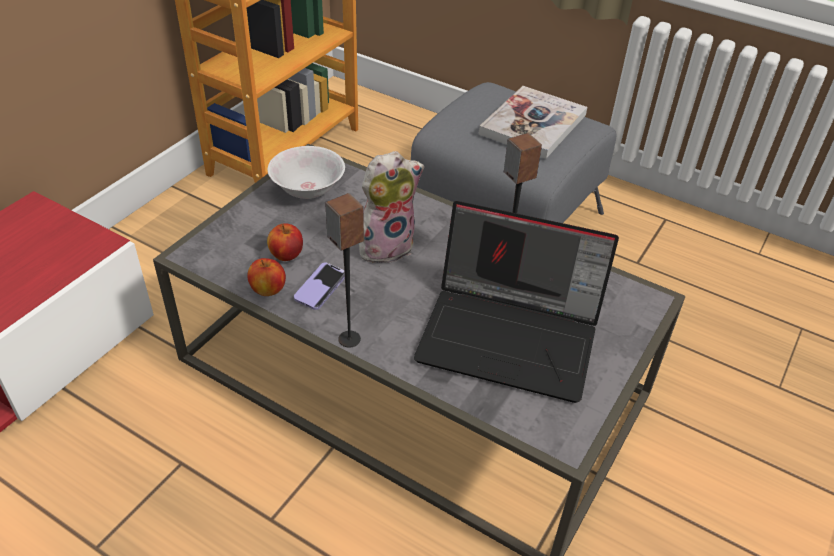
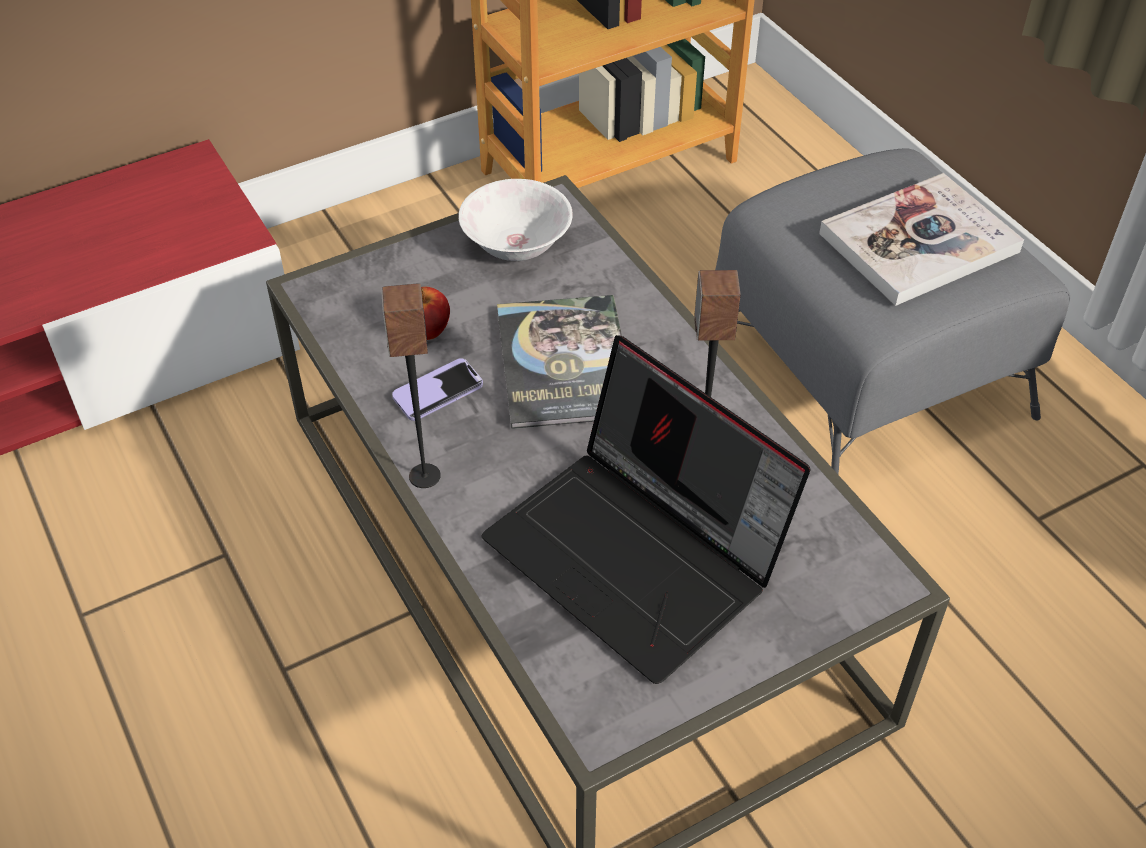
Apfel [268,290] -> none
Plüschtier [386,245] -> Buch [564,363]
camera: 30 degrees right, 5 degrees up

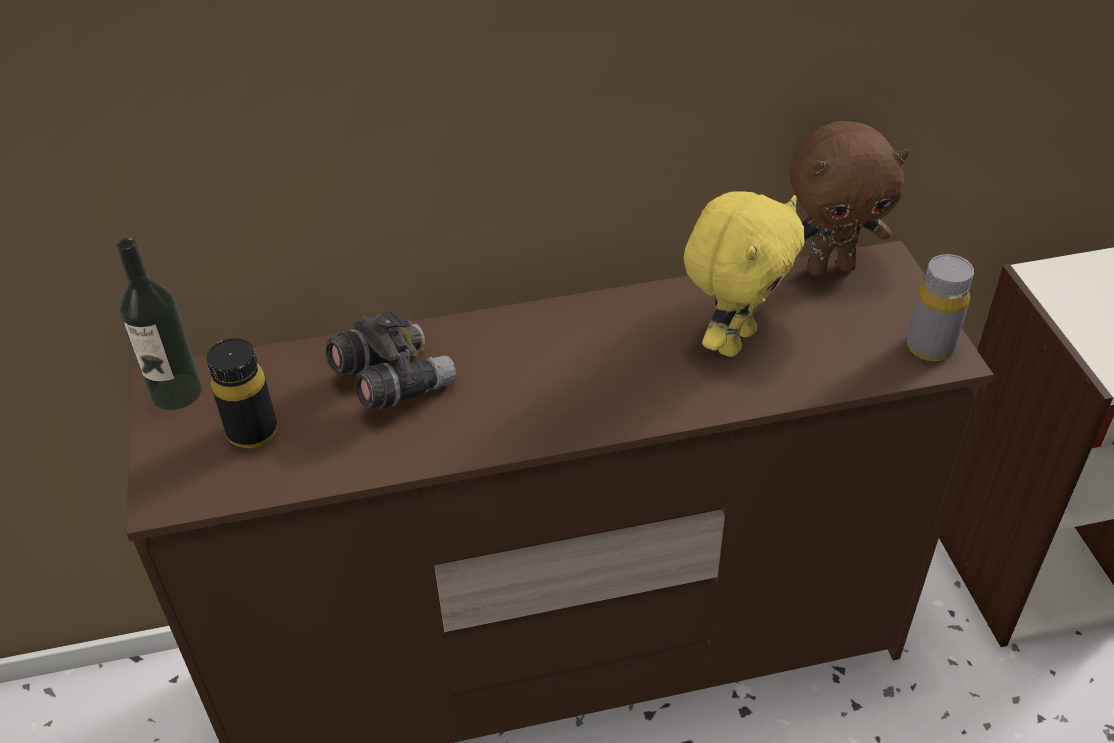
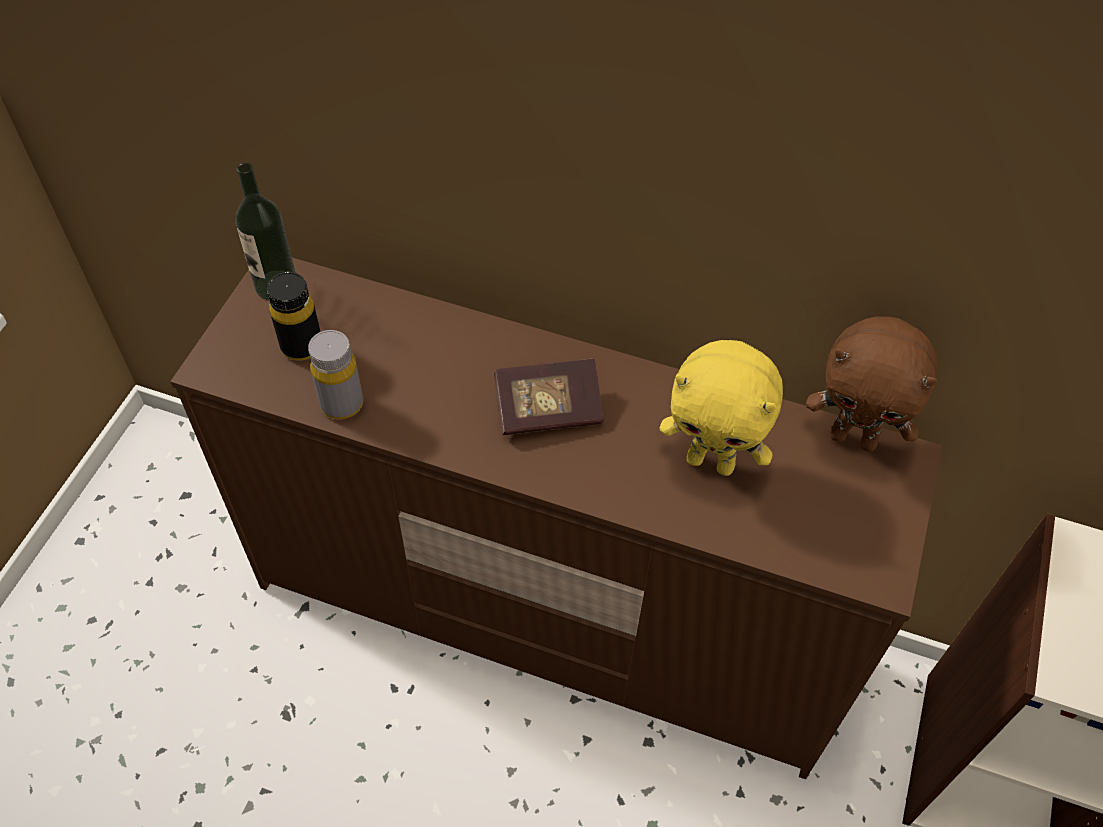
Fernglas [grau] [392,382] -> none
Plüschtier [gelb] [733,340] -> Plüschtier [gelb] [711,461], 45 degrees clockwise
Flasche [grau] [930,347] -> Flasche [grau] [342,404], move
none -> Buch [548,410]
camera: 30 degrees right, 10 degrees up

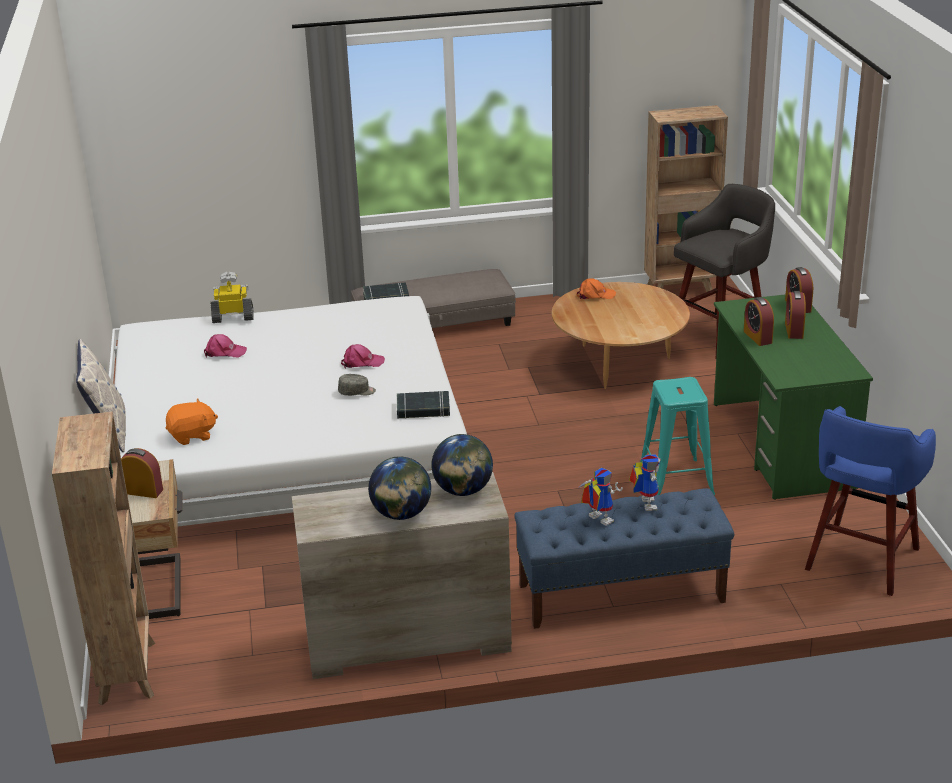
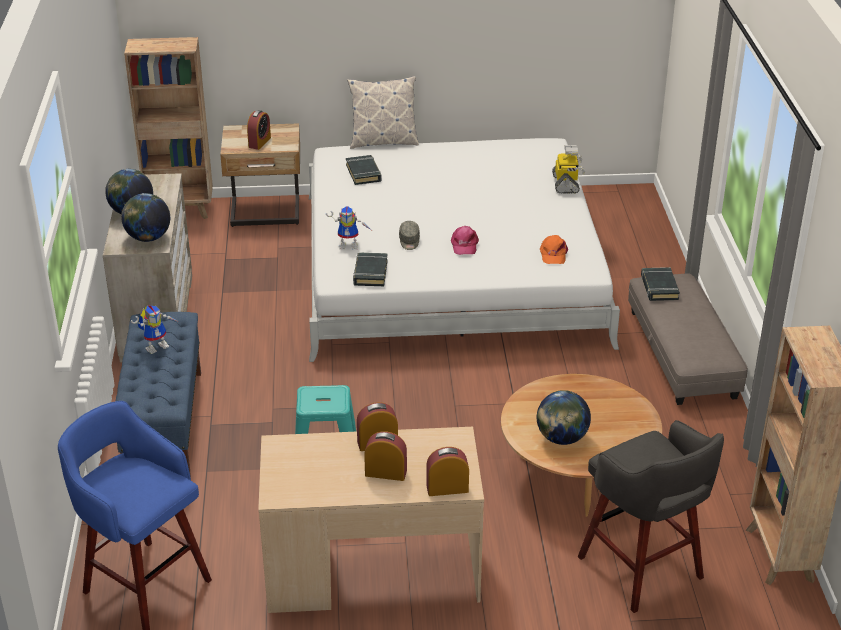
Plüschtier [orange] [192,436] -> Buch [schwarz] [363,173]
Kappe [rosa] [224,352] -> none
Kappe [orange] [595,295] -> Kappe [orange] [553,254], move
Spielzeugroboter [644,503] -> Spielzeugroboter [350,245], move
Schreibtisch [grün] [781,445] -> Schreibtisch [beige] [372,572]
none -> Globus [561,438]
camera: 95 degrees right, 5 degrees up

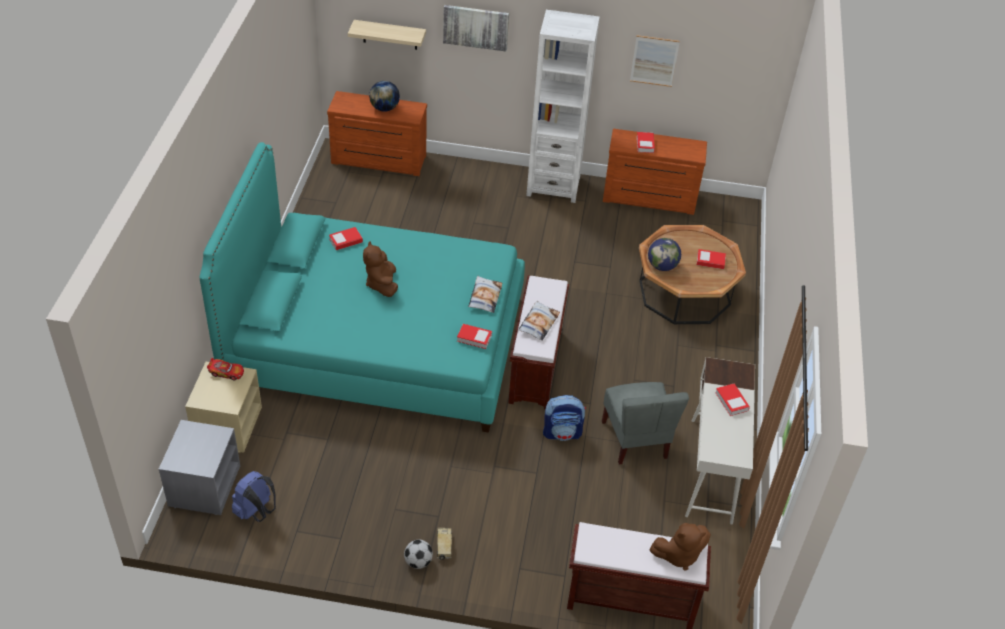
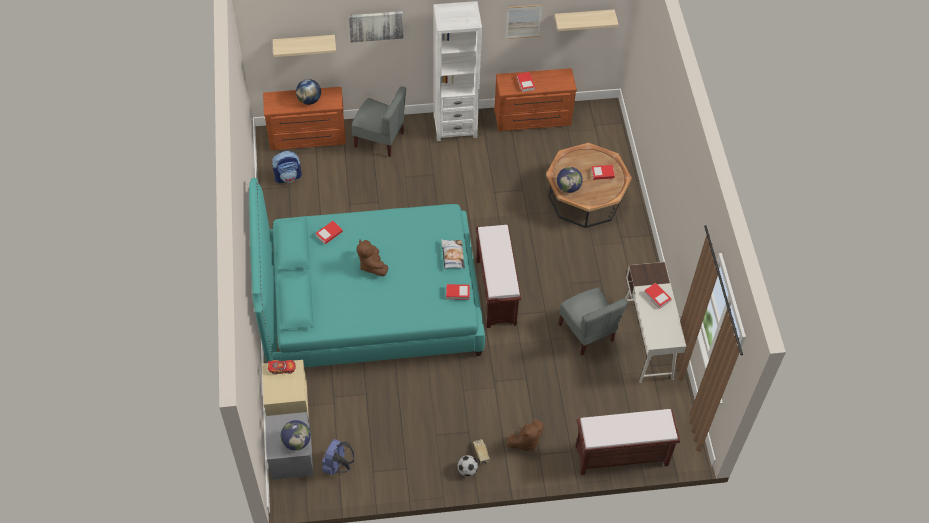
Kissen [538,323] -> none
Rucksack [562,432] -> Rucksack [288,176], move
Plüschtier [braun] [678,555] -> Plüschtier [braun] [526,442], move
none -> Globus [296,442]
none -> Stuhl [grau] [380,139]
none -> Wandregal [583,18]
camera: 15 degrees left, 10 degrees up

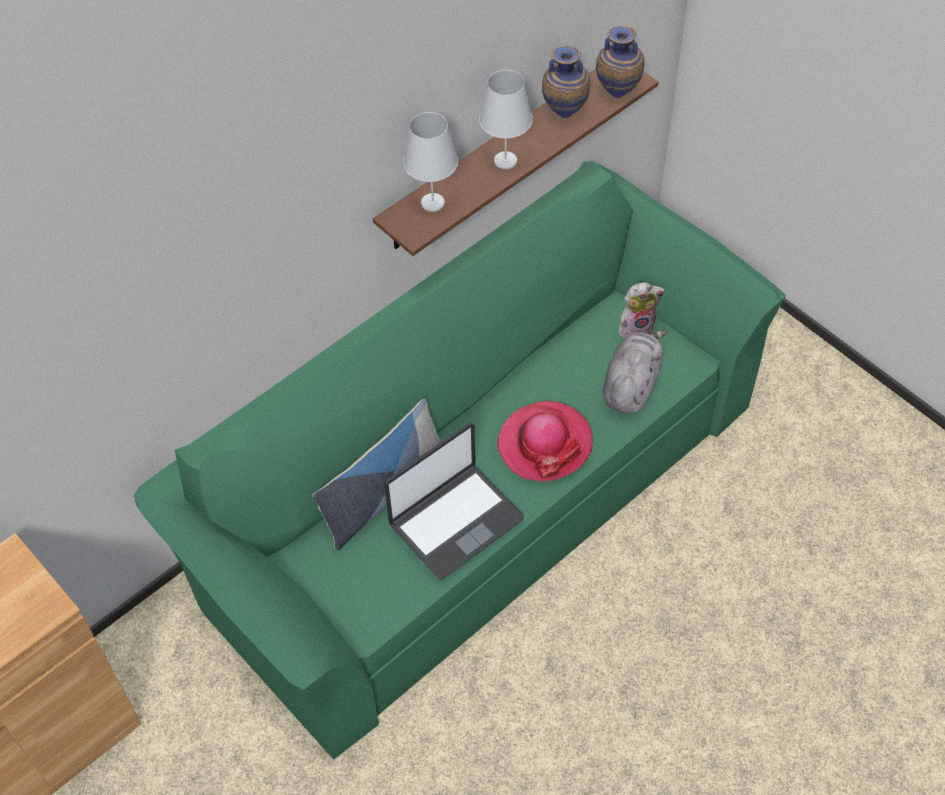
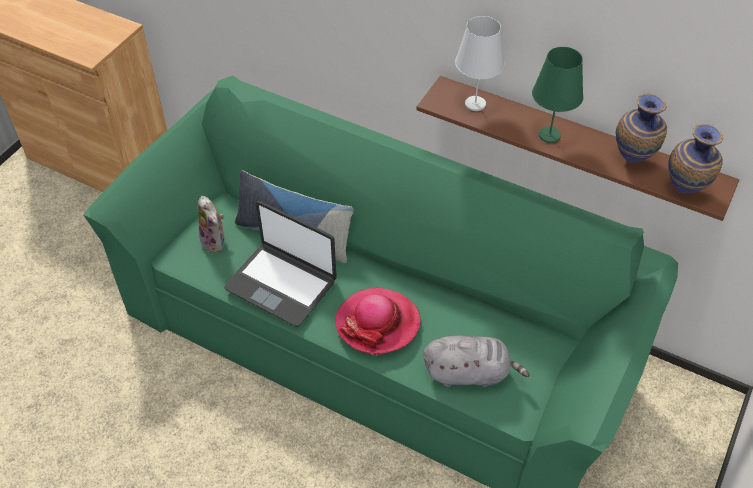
Tischlampe [weiß] [505,161] -> Tischlampe [grün] [549,135]
Plüschtier [636,327] -> Plüschtier [215,241], move
camera: 70 degrees right, 5 degrees down

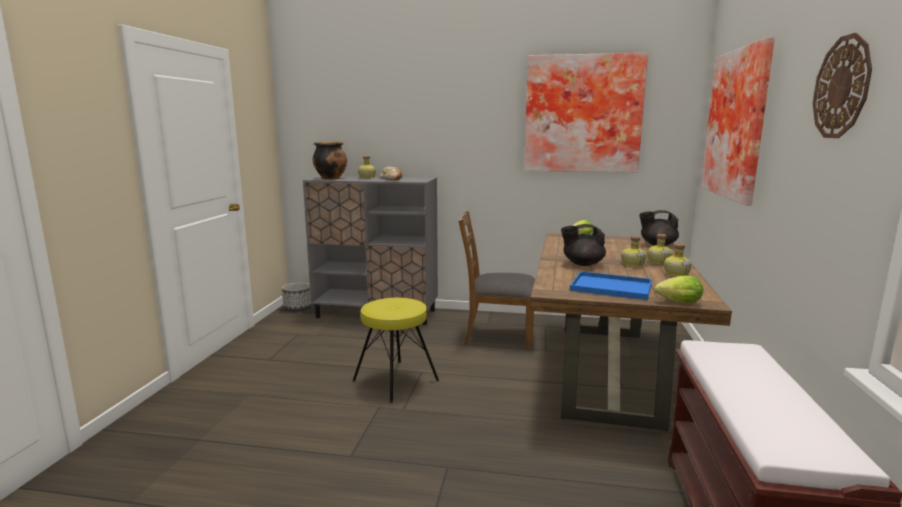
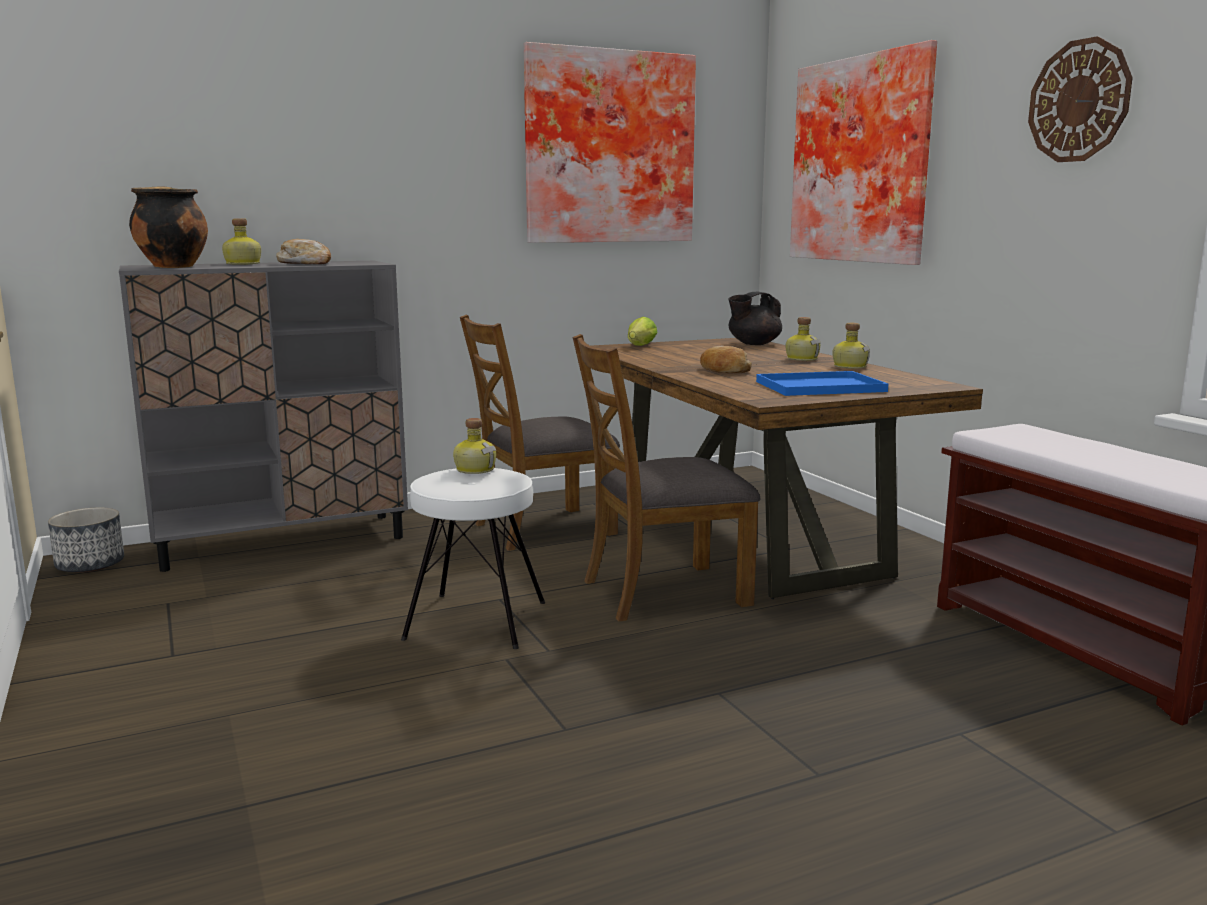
Hocker [gelb] [396,380] -> Hocker [weiß] [477,620]
Teekanne [schwarz] [582,264] -> Brot [723,370]
Flasche [633,264] -> Flasche [475,469], move
Salatkopf [676,302] -> none
none -> Stuhl [braun] [663,592]
camera: 35 degrees left, 0 degrees up

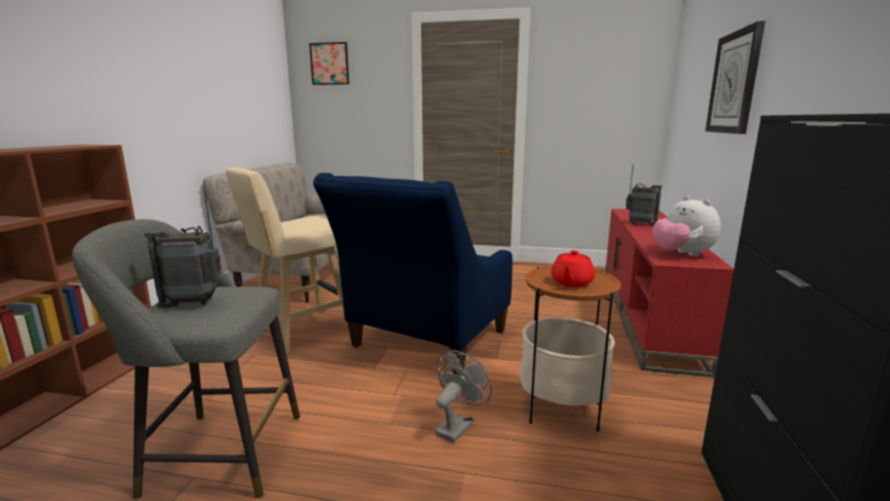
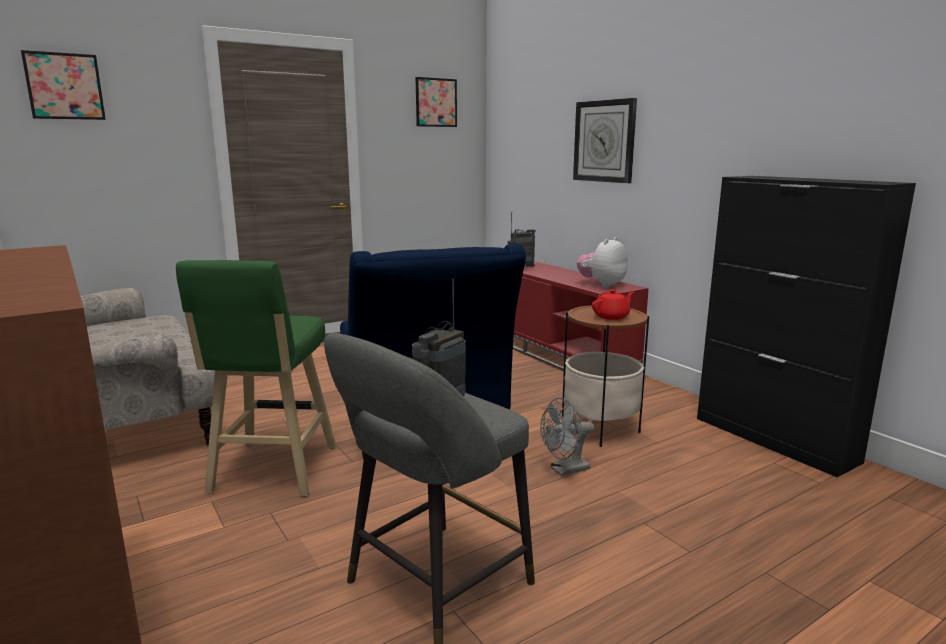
Hocker [beige] [300,331] -> Hocker [grün] [272,472]
Ventilator [grau] [458,426] -> Ventilator [grau] [565,470], 105 degrees counterclockwise
Teekanne [rot] [571,282] -> Teekanne [rot] [612,316], 105 degrees counterclockwise
Plüschtier [682,254] -> Plüschtier [602,284], 105 degrees clockwise
none -> Bild [436,102]
camera: 45 degrees left, 0 degrees up

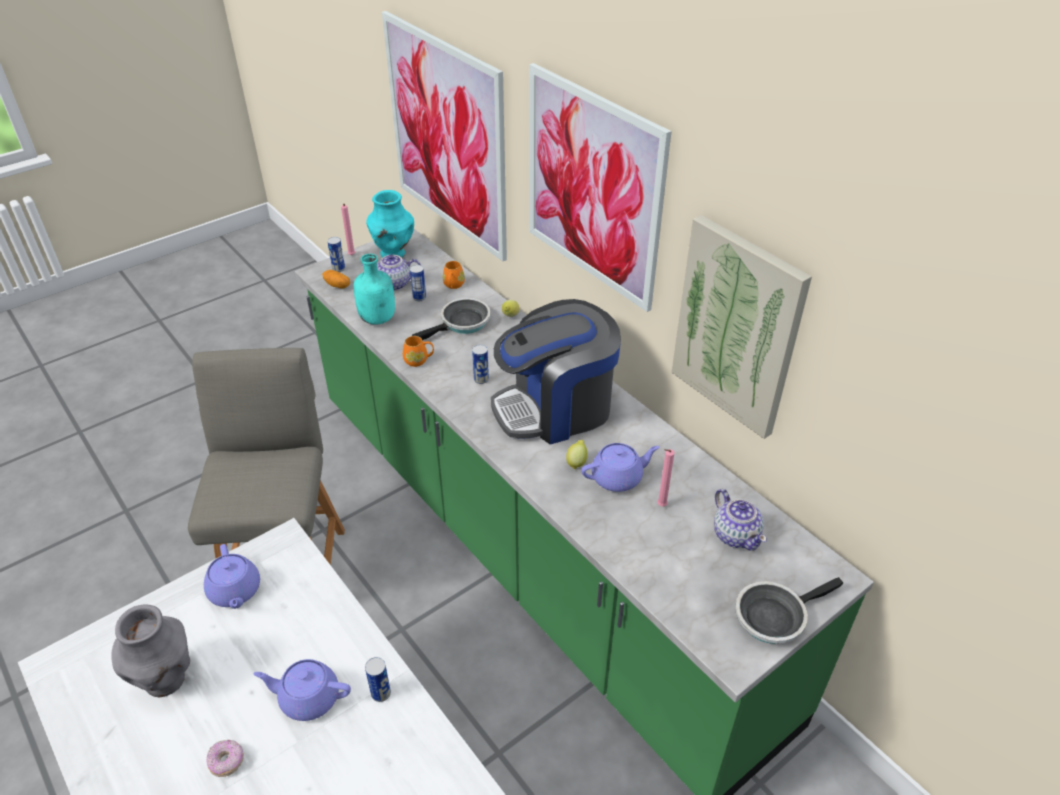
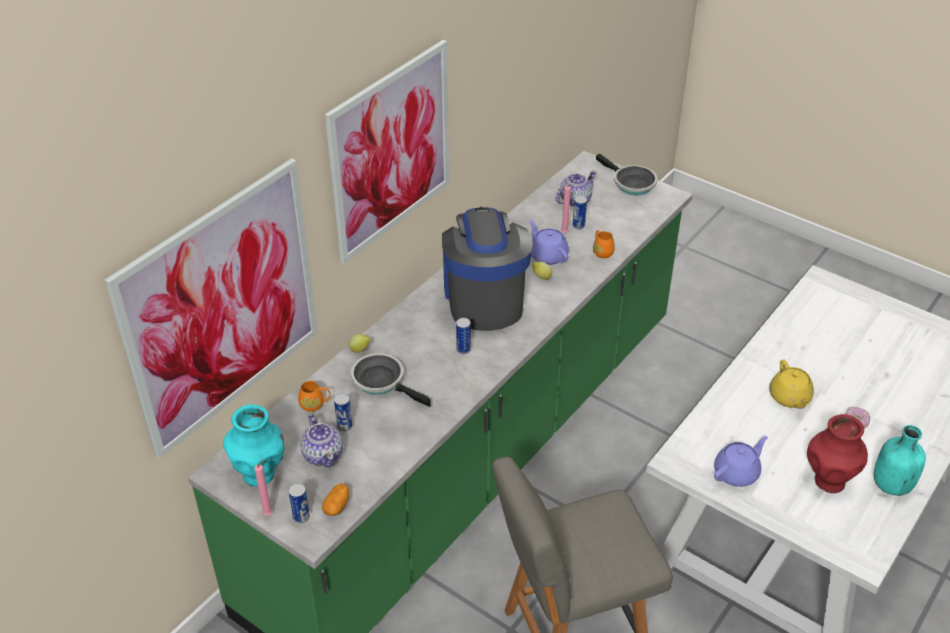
Vase [grau] [166,680] -> Vase [rot] [829,481]
Teekanne [lila] [308,698] -> Teekanne [gelb] [790,398]
Flasche [türkis] [378,318] -> Flasche [türkis] [890,485], move
Dose [381,693] -> Dose [578,225], move
Henkelbecher [orange] [419,360] -> Henkelbecher [orange] [601,251], move
Kaffeemaschine [555,408] -> Kaffeemaschine [484,298], 150 degrees counterclockwise
Bild [737,327] -> none
camera: 105 degrees left, 0 degrees up

